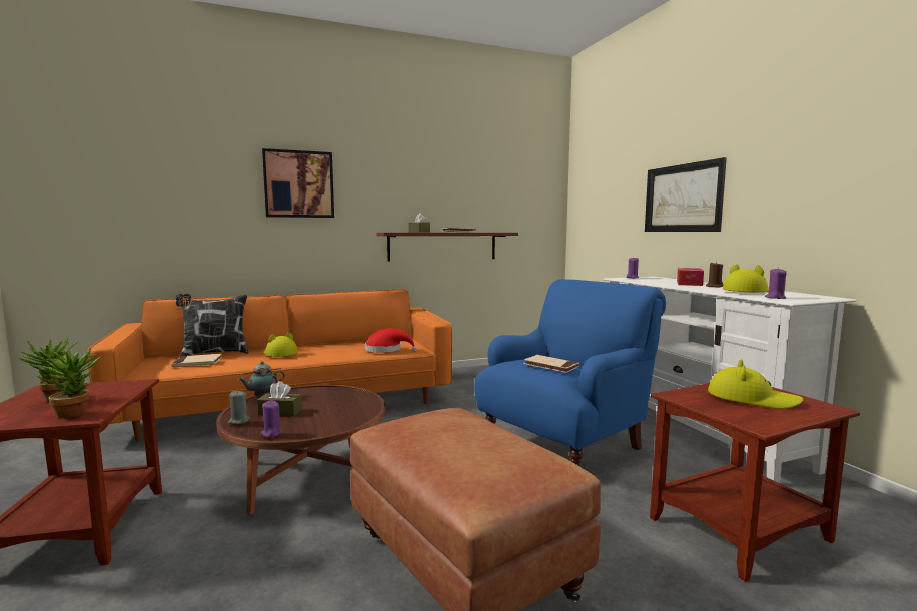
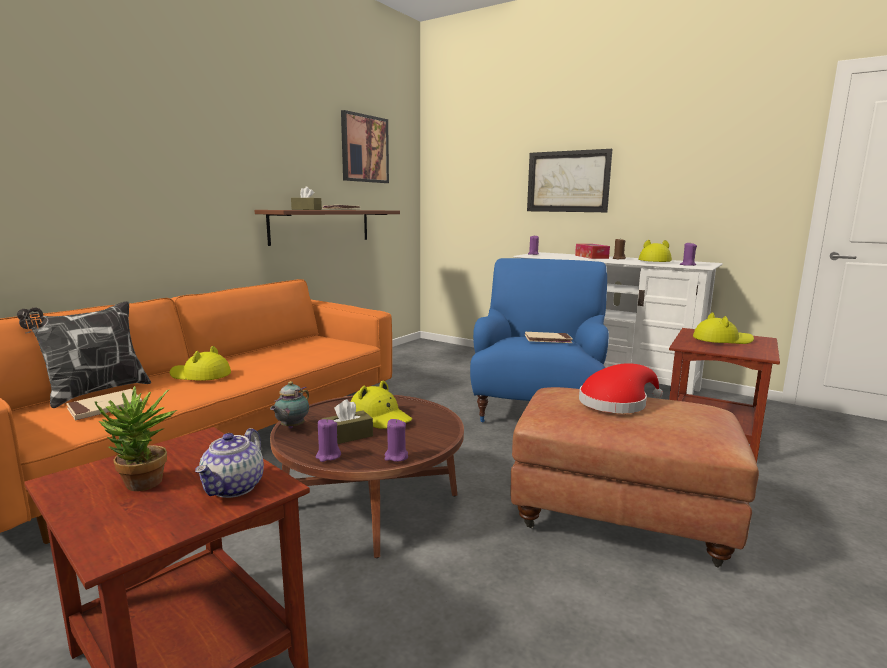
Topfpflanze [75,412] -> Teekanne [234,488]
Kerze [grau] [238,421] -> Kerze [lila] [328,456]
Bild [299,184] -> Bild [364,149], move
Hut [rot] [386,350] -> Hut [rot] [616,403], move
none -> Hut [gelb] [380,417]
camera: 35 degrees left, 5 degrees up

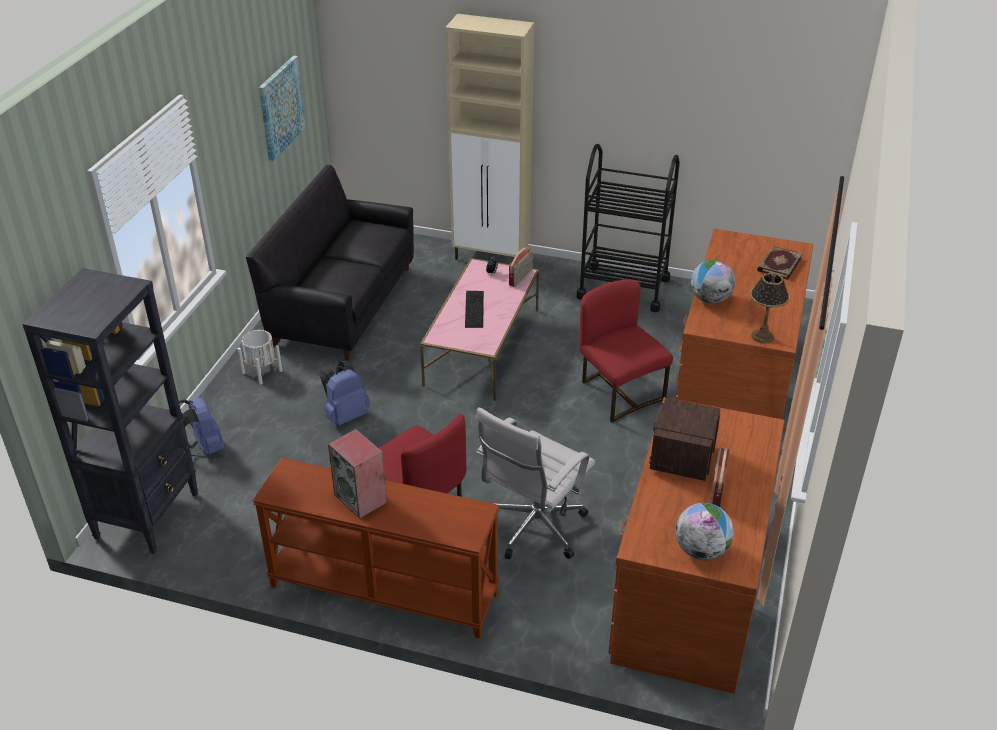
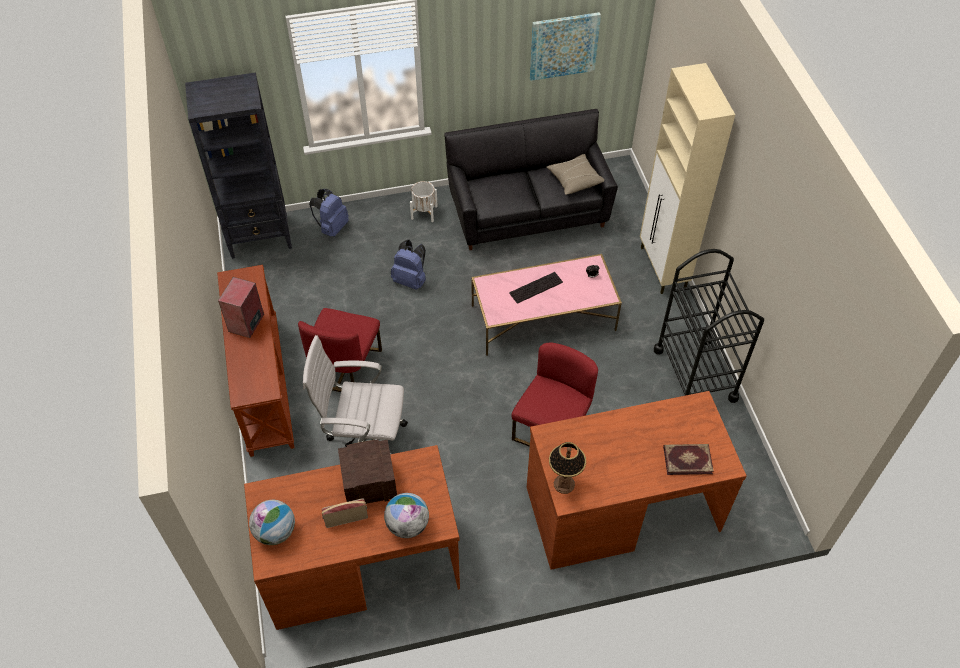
Radio [521,278] -> none
Globus [710,299] -> Globus [407,525], move
none -> Kissen [beige] [574,180]
camera: 60 degrees right, 15 degrees up

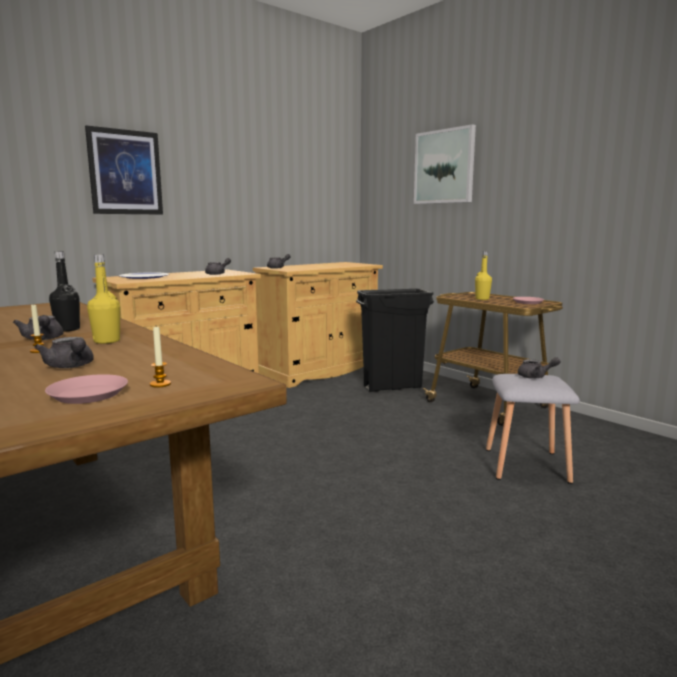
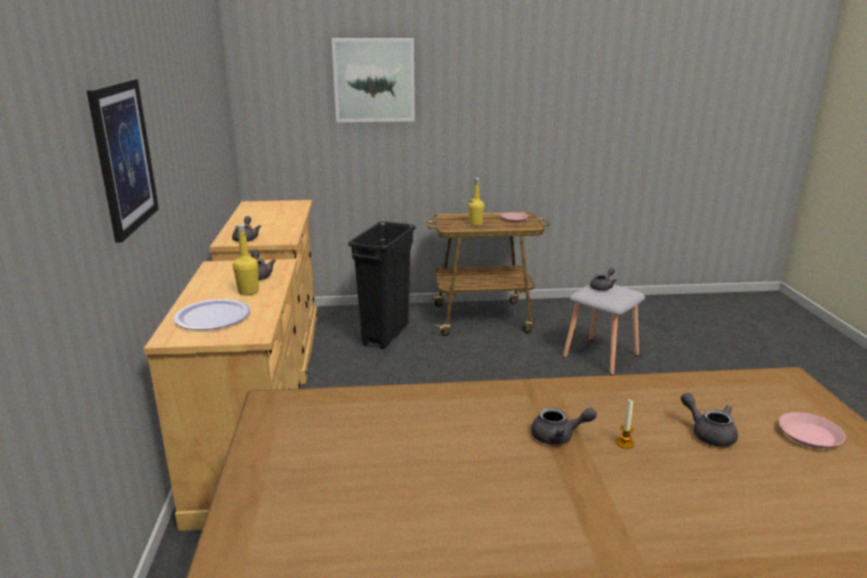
Teekanne [grau] [71,366] -> Teekanne [grau] [708,433], 120 degrees counterclockwise
Flasche [schwarz] [67,329] -> none
Flasche [gelb] [107,341] -> Flasche [gelb] [248,292], move
Kerze [160,384] -> none
camera: 55 degrees left, 10 degrees up

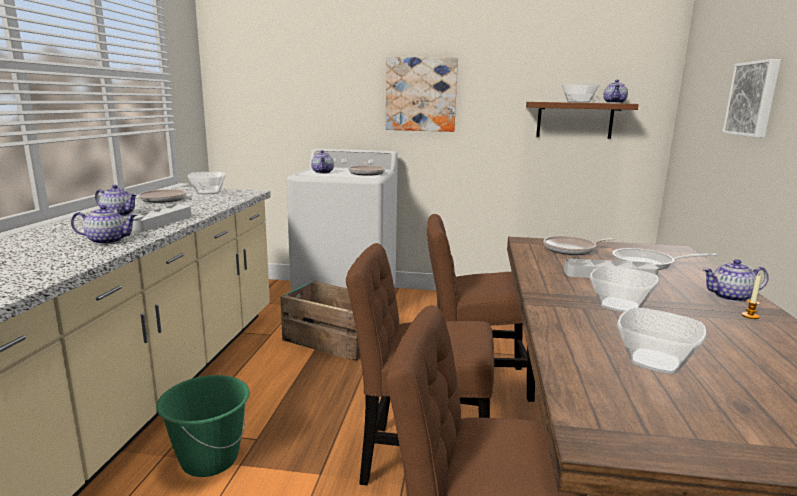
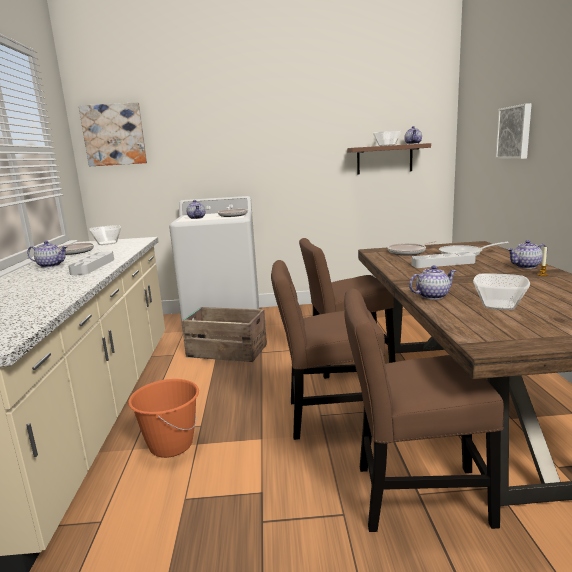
Teekanne [108,241] -> Teekanne [432,296], move
Eimer [grün] [209,459] -> Eimer [orange] [171,445]
Bild [421,94] -> Bild [114,135], move
Schüssel [620,306] -> none
camera: 10 degrees left, 0 degrees up

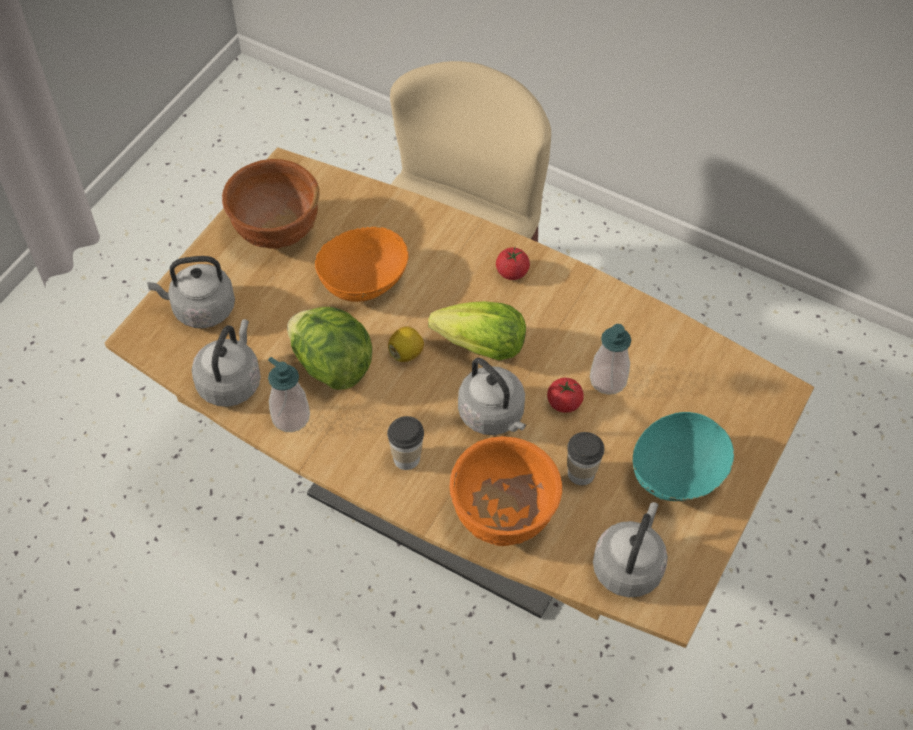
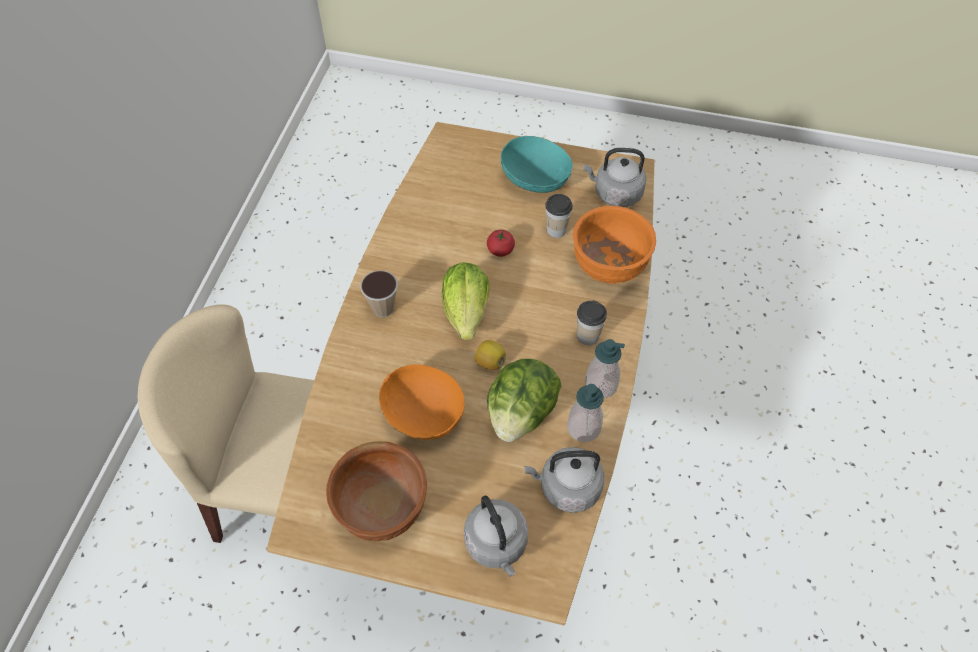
Wasserkessel [grau] [493,415] -> none
Tomate [512,272] -> Tasse [383,308]
Seifenspender [608,380] -> Seifenspender [601,385], move
camera: 105 degrees left, 0 degrees up

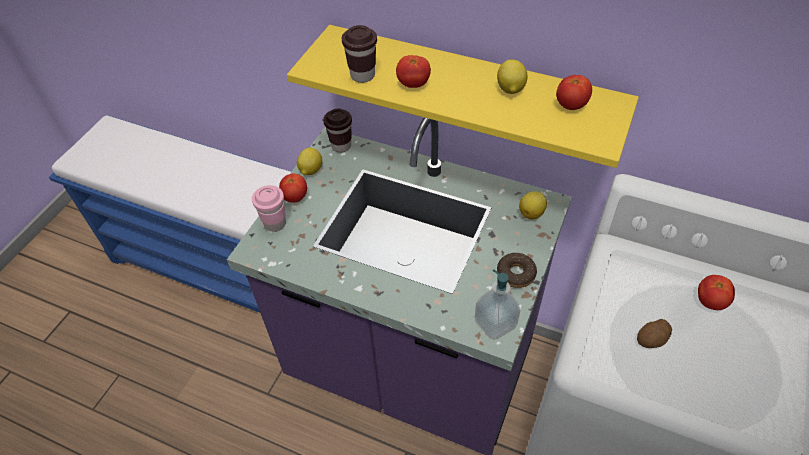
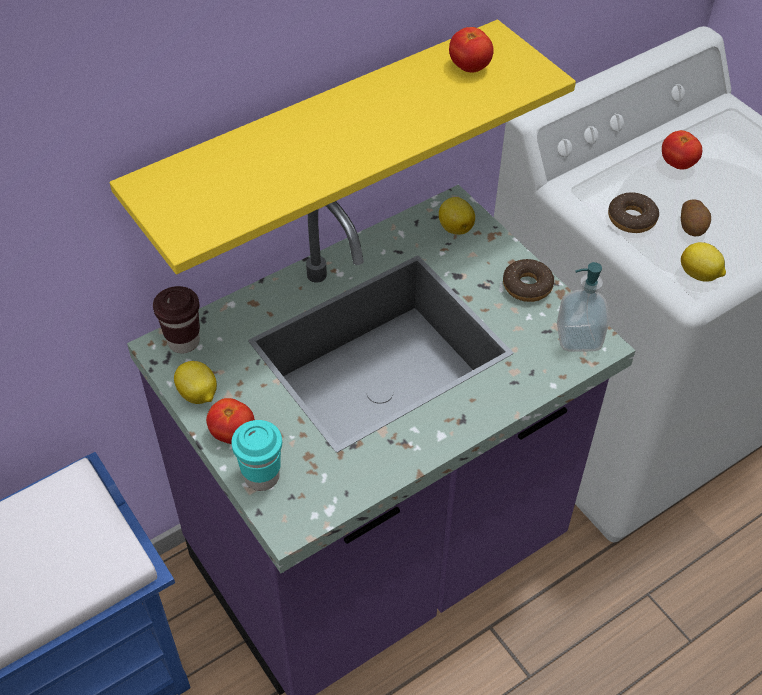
Tasse [rosa] [275,223] -> Tasse [türkis] [262,477]
Tasse [braun] [362,75] -> none
Tomate [413,84] -> none
Zitrone [510,89] -> Zitrone [699,275], move
none -> Donut [631,219]
camera: 60 degrees left, 0 degrees up

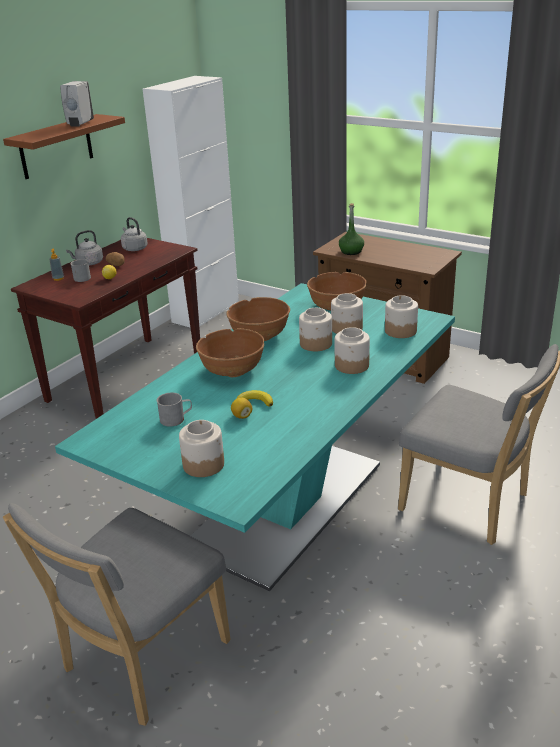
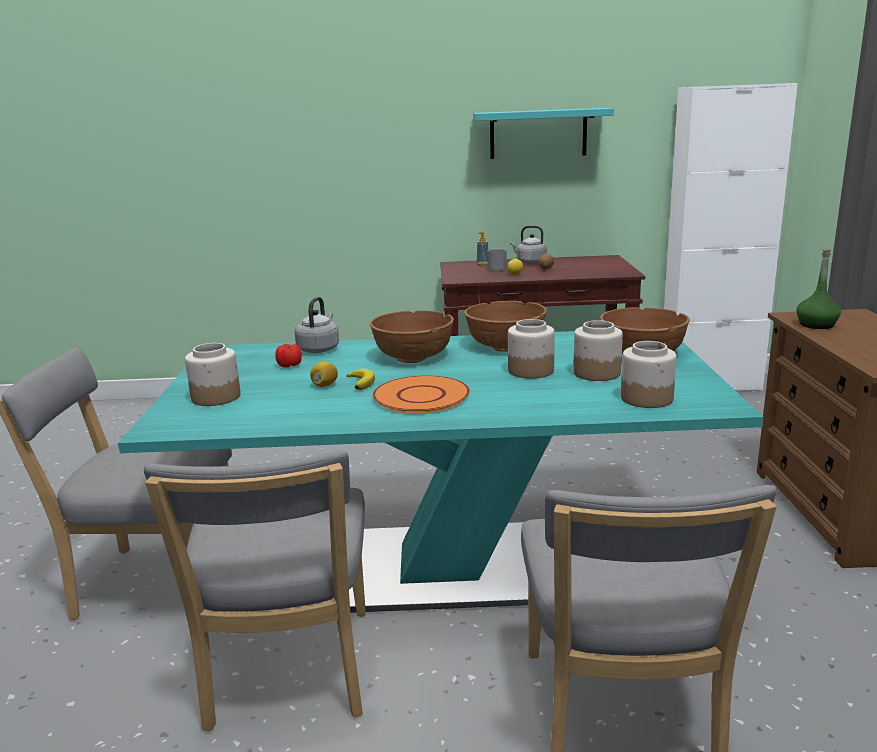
Wandregal [braun] [56,147] -> Wandregal [türkis] [538,134]
Seifenspender [weiß] [80,124] -> none
Wasserkessel [grau] [134,248] -> Wasserkessel [grau] [319,349], move
Henkelbecher [grau] [176,419] -> Tomate [290,365]
Vorratsglas [352,365] -> none
none -> Stuhl [grau] [289,675]
none -> Teller [orange] [420,396]
camera: 55 degrees right, 10 degrees down

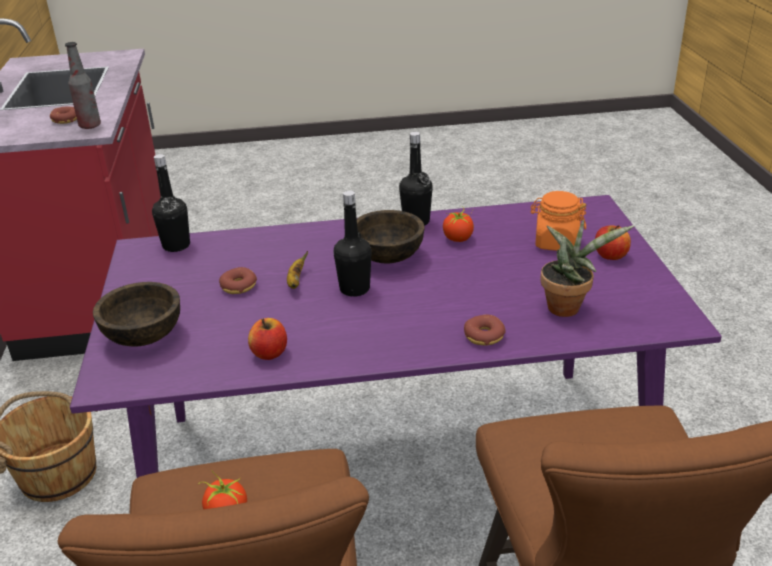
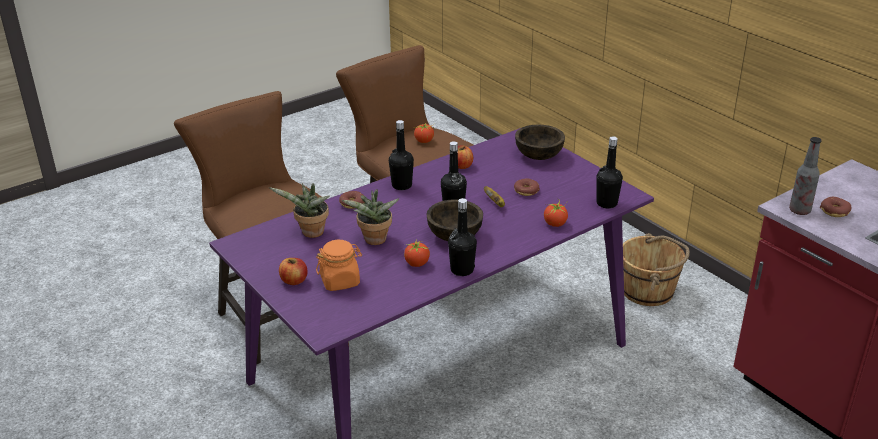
none -> Topfpflanze [374,241]
none -> Flasche [schwarz] [401,185]
none -> Tomate [555,223]
camera: 150 degrees right, 0 degrees up

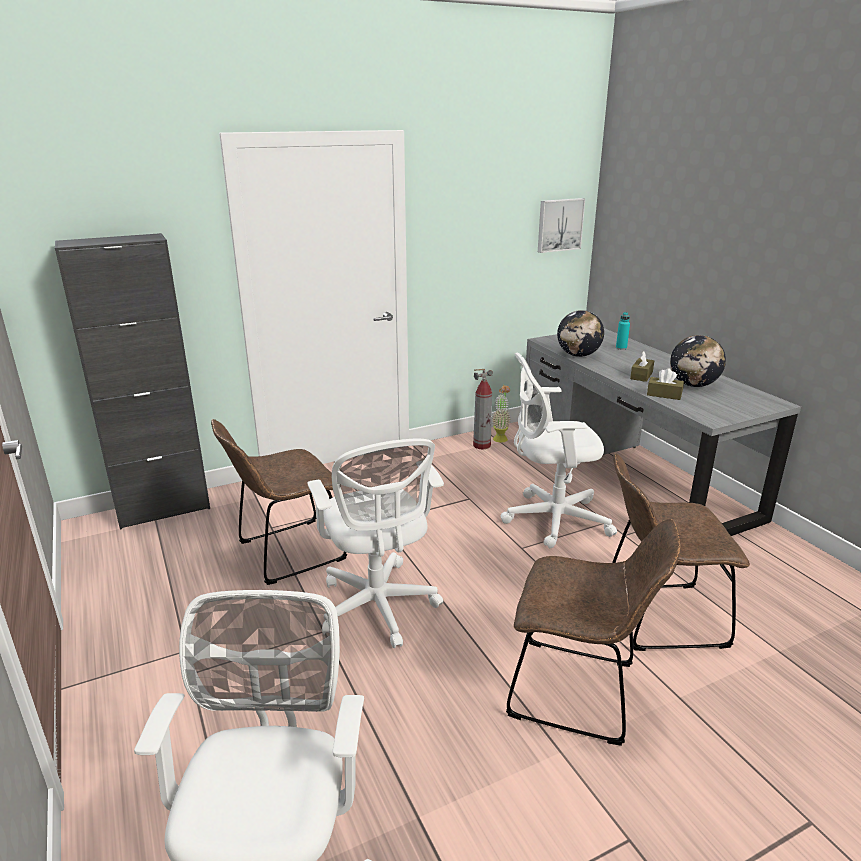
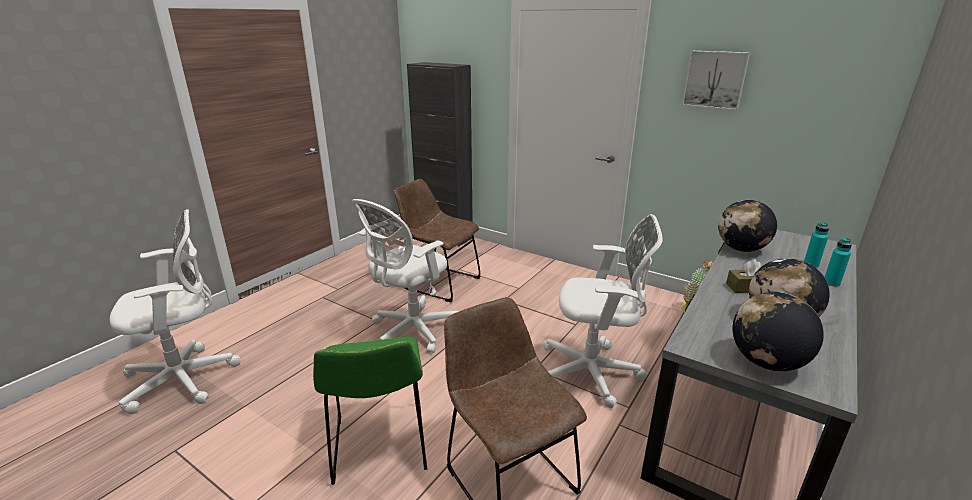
Feuerlöscher [482,445] -> none
Bürostuhl [weiß] [551,519] -> Bürostuhl [weiß] [594,373], 135 degrees clockwise
Stuhl [braun] [579,692] -> Stuhl [grün] [380,447]
Bild [559,225] -> Bild [715,79], move
Taschentuchbox [braun] [664,394] -> none
none -> Globus [766,362]
none -> Flasche [türkis] [831,283]
camera: 60 degrees right, 0 degrees up

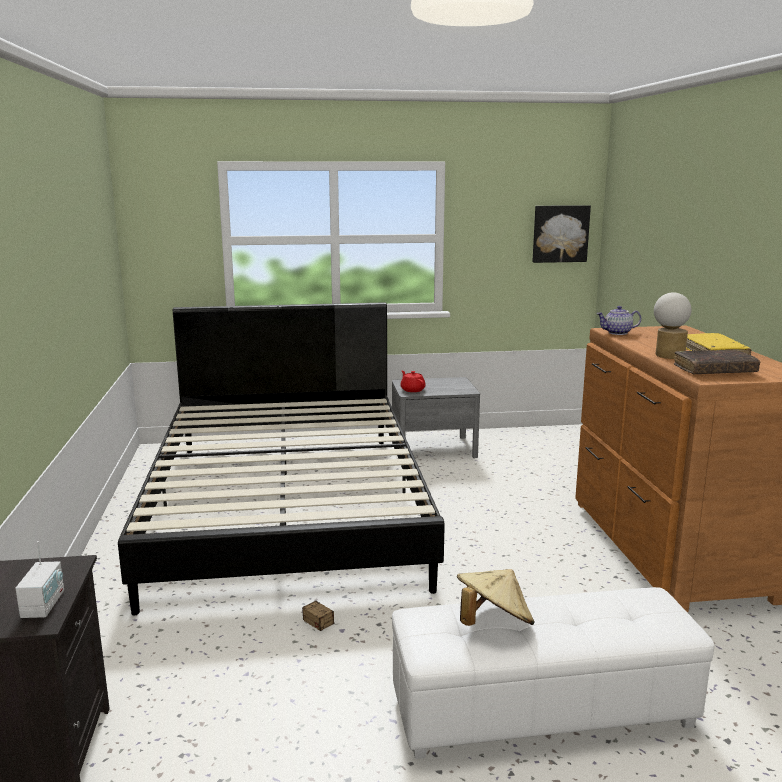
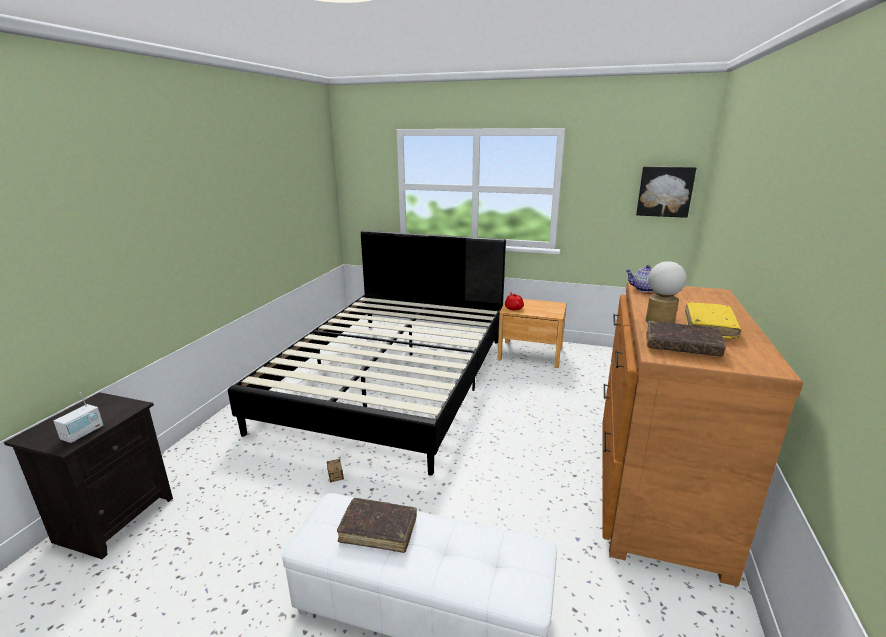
Nachttisch [grau] [433,448] -> Nachttisch [braun] [530,353]
Hut [beige] [493,623] -> Buch [braun] [378,530]
camera: 25 degrees right, 5 degrees up

